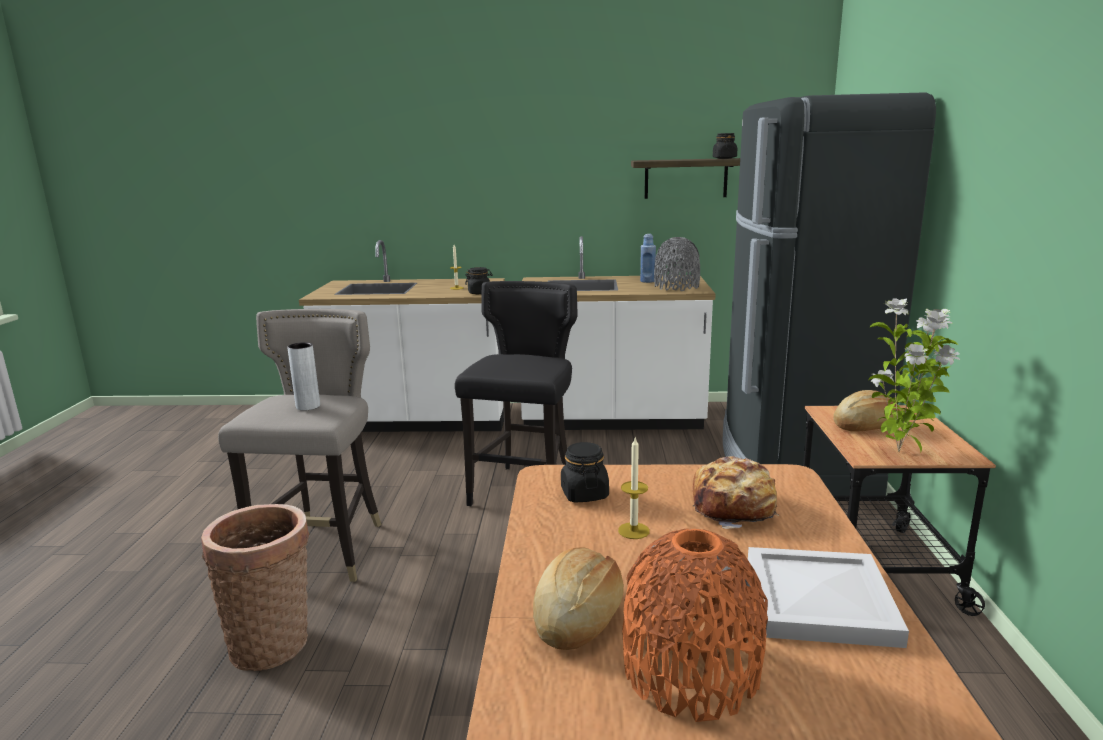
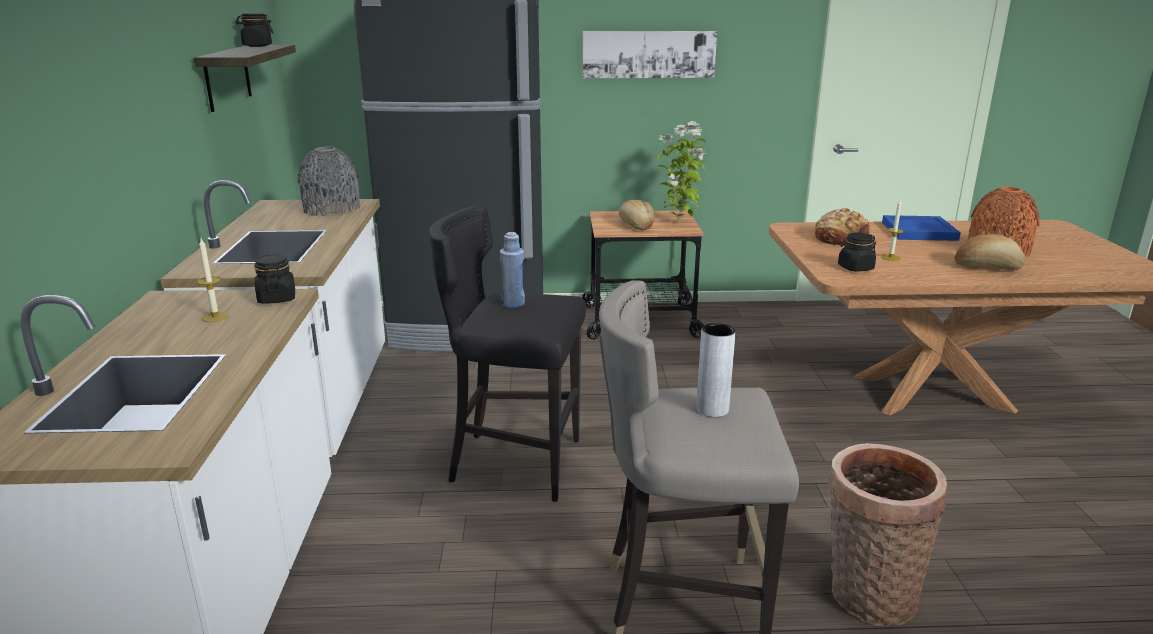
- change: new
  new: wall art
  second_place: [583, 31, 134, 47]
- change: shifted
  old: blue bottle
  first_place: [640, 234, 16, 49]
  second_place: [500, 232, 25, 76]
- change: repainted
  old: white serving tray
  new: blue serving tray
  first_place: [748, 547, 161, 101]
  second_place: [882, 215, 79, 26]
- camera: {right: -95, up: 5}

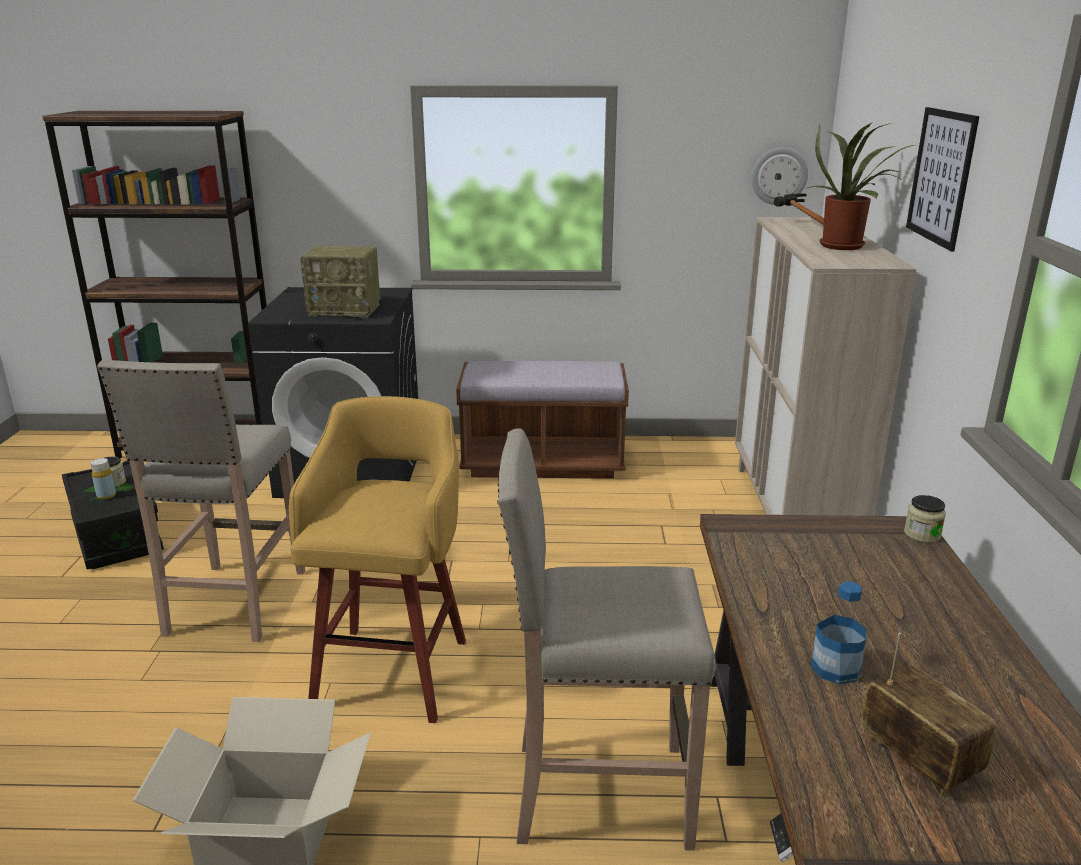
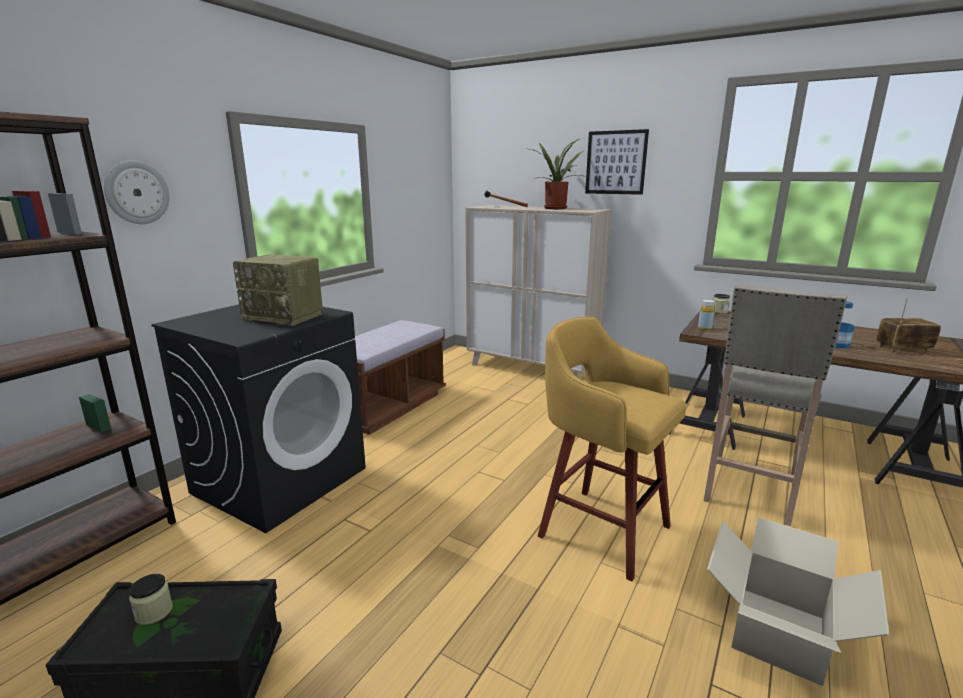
- change: gone
  old: sand-coloured stool
  first_place: [97, 360, 208, 282]
- change: shifted
  old: yellow bottle
  first_place: [90, 458, 26, 42]
  second_place: [698, 299, 17, 31]
- change: shifted
  old: clock on the wall
  first_place: [752, 147, 56, 58]
  second_place: [104, 161, 66, 63]
- change: rotated
  old: radio
  first_place: [300, 245, 80, 73]
  second_place: [233, 254, 90, 72]
  degrees: 75
- camera: {right: -60, up: -5}

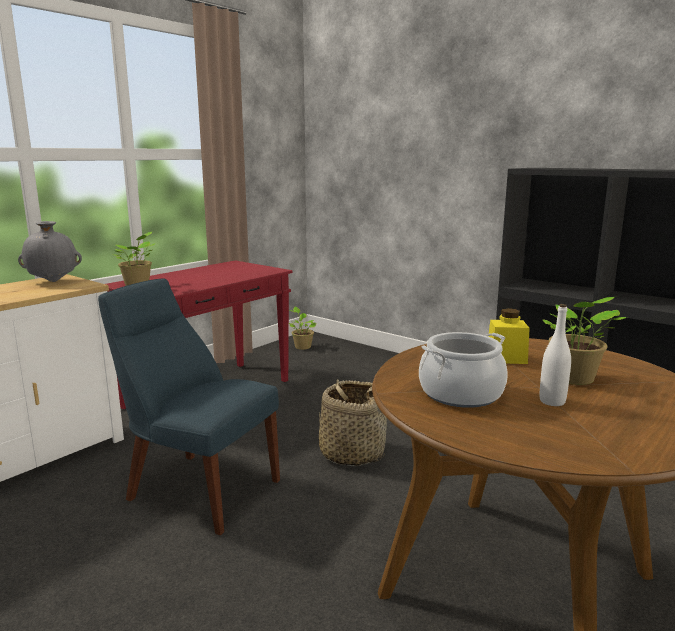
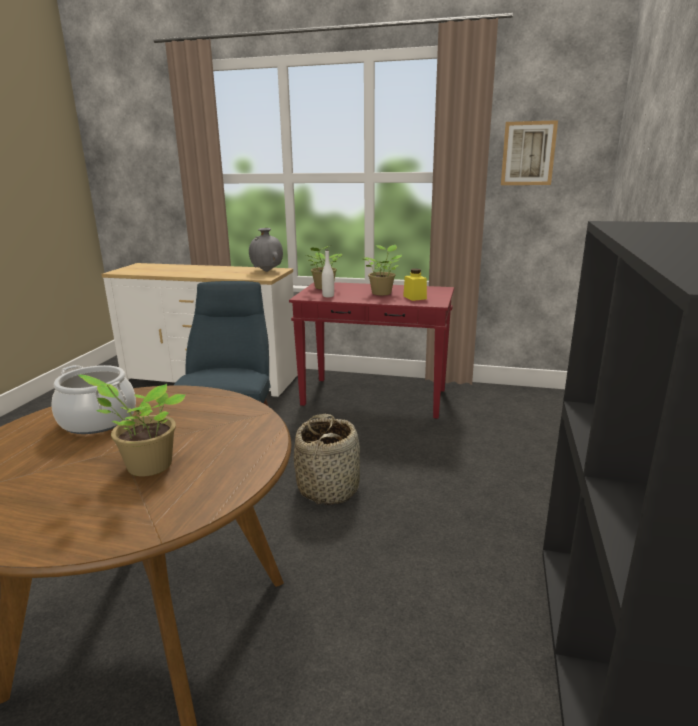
- change: new
  new: wall art
  second_place: [501, 120, 57, 65]
- change: shifted
  old: plant in a pot
  first_place: [289, 307, 27, 43]
  second_place: [363, 245, 39, 50]
- change: shifted
  old: yellow jar
  first_place: [488, 308, 42, 56]
  second_place: [403, 269, 24, 32]
- change: shifted
  old: white bottle
  first_place: [540, 304, 31, 102]
  second_place: [322, 249, 12, 48]
- camera: {right: 65, up: 5}

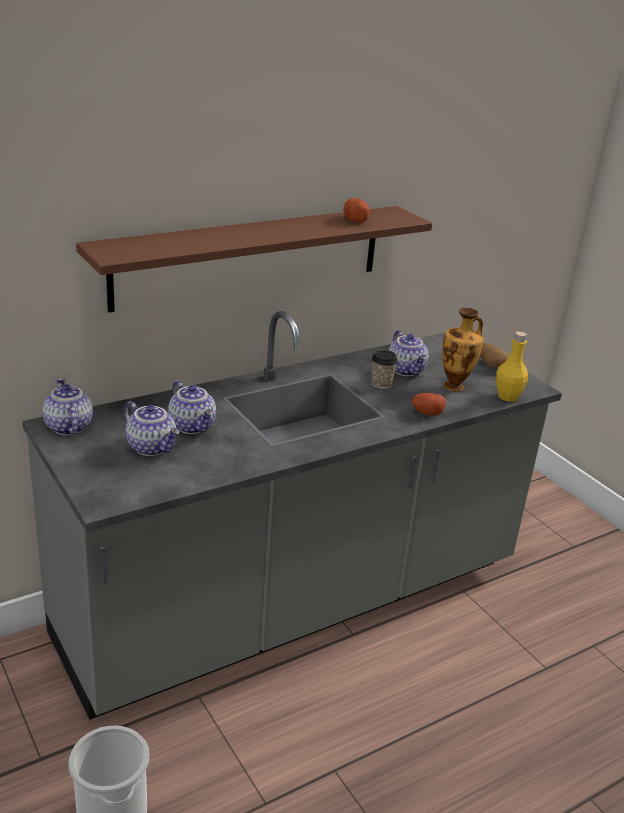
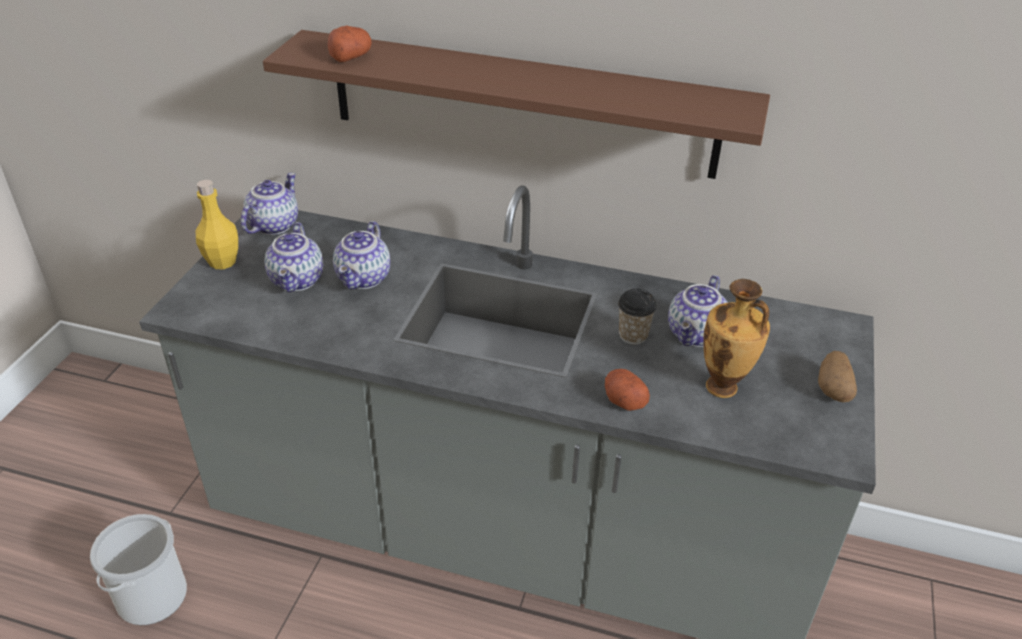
- change: shifted
  old: spud
  first_place: [343, 198, 27, 25]
  second_place: [328, 26, 44, 36]
- change: shifted
  old: yellow bottle
  first_place: [496, 331, 32, 71]
  second_place: [195, 180, 43, 89]
- camera: {right: 50, up: 10}

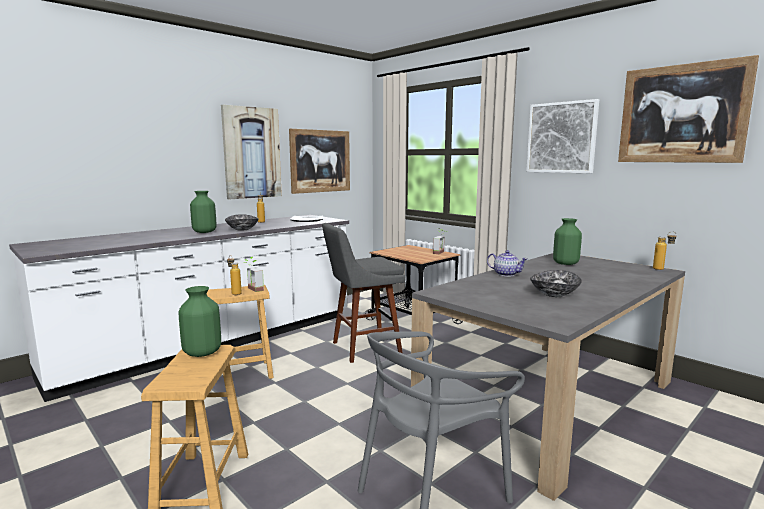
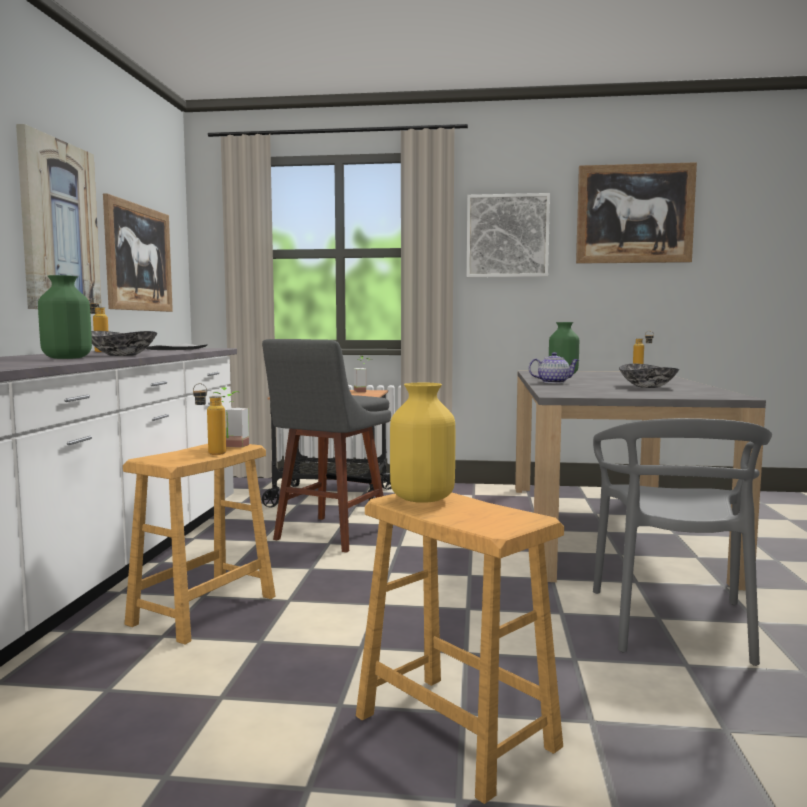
- change: repainted
  old: greenish vase
  new: yellow vase
  first_place: [179, 286, 42, 71]
  second_place: [390, 383, 65, 120]
- camera: {right: -40, up: -5}

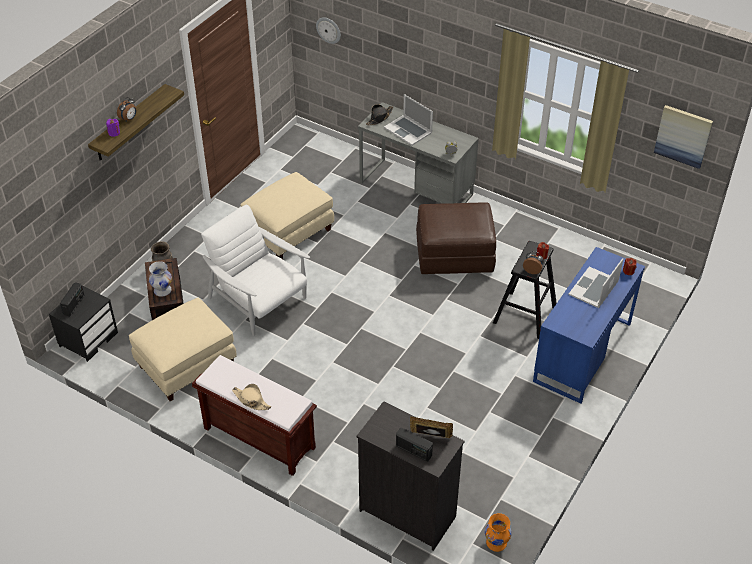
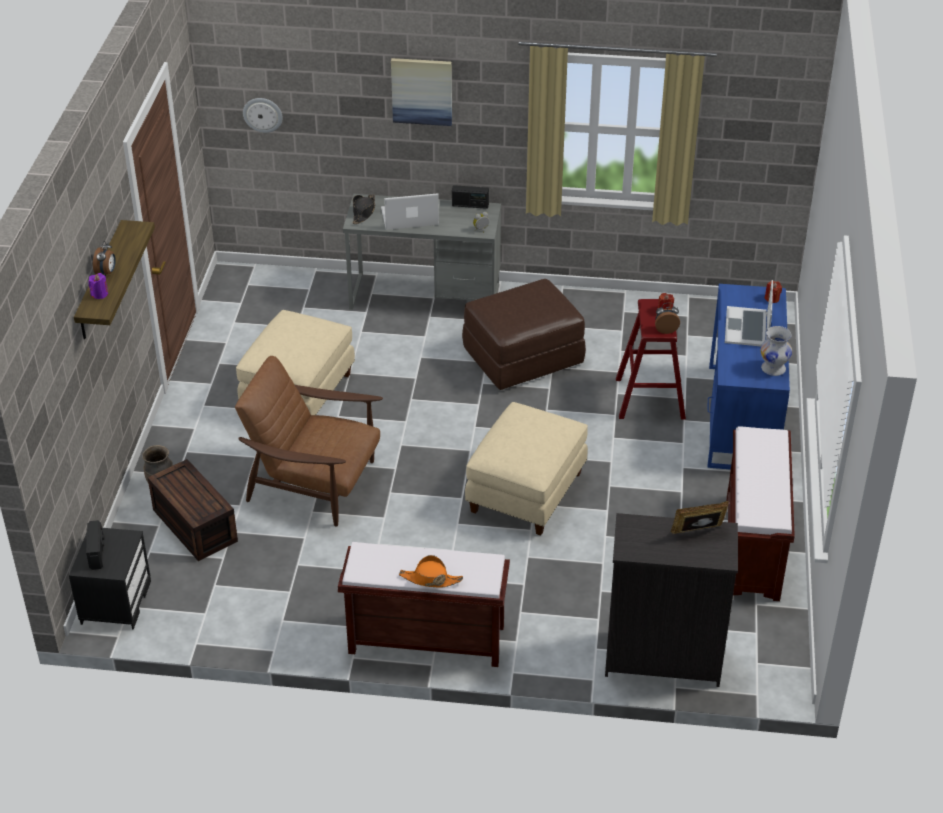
- change: gone
  old: orange-coloured vase
  first_place: [485, 513, 27, 39]
- change: new
  new: brownish long seat
  second_place: [727, 426, 68, 175]
- change: shifted
  old: sand-coloured footrest
  first_place: [129, 298, 108, 103]
  second_place: [465, 402, 123, 134]
- change: shifted
  old: white vase
  first_place: [149, 261, 23, 36]
  second_place: [760, 326, 32, 50]
- change: shifted
  old: radio
  first_place: [396, 428, 37, 33]
  second_place: [452, 185, 37, 24]
- change: shifted
  old: wall art
  first_place: [654, 105, 59, 64]
  second_place: [391, 58, 61, 68]
- change: repainted
  old: white easy chair
  new: brownish easy chair
  first_place: [201, 205, 109, 131]
  second_place: [235, 356, 148, 170]
- change: repainted
  old: sand-coloured clothing hat
  new: orange-coloured clothing hat
  first_place: [232, 384, 39, 26]
  second_place: [399, 555, 64, 33]
- change: repainted
  old: black-coloured stool
  new: reddish stool
  first_place: [493, 241, 64, 98]
  second_place: [616, 299, 70, 121]
- change: rotated
  old: notebook computer
  first_place: [384, 94, 49, 51]
  second_place: [381, 193, 58, 37]
  degrees: 150
- camera: {right: -25, up: -5}

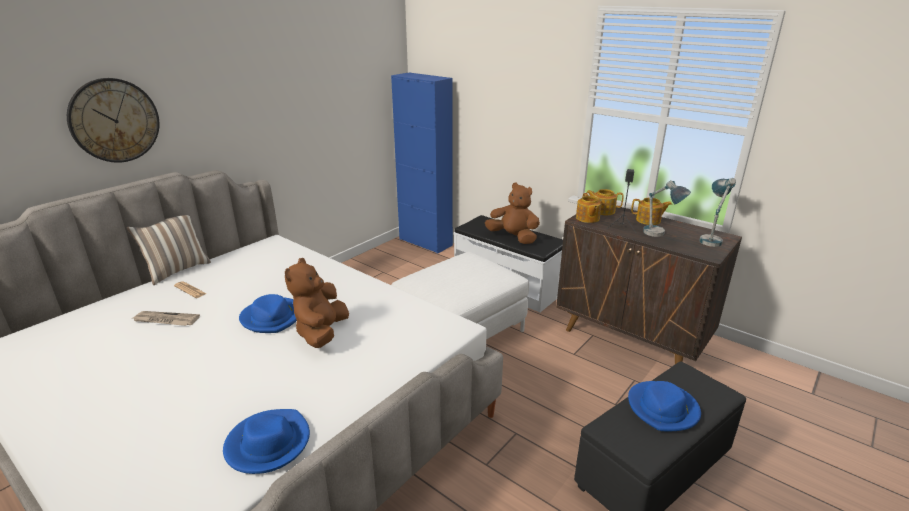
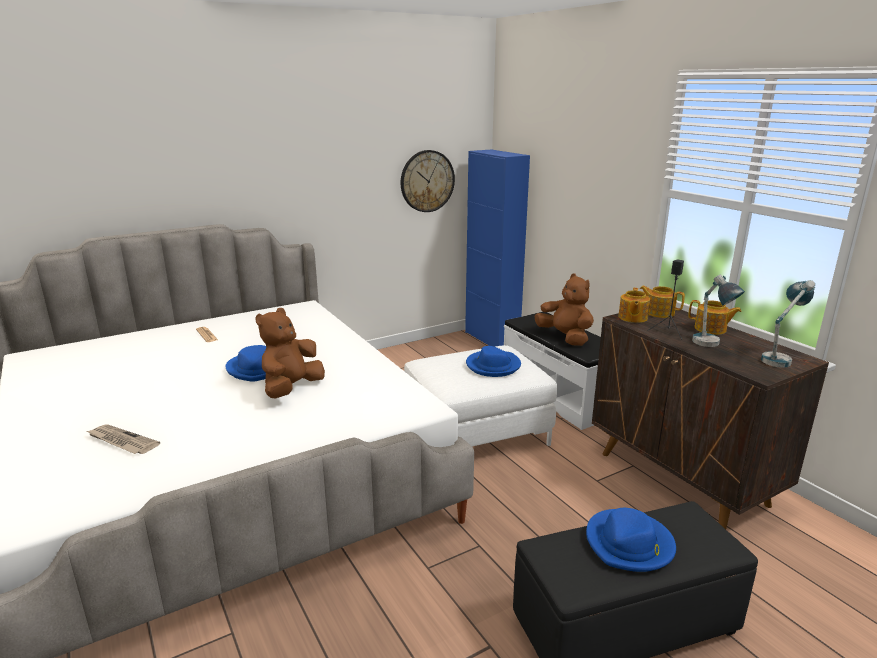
- change: gone
  old: cushion
  first_place: [126, 215, 85, 70]
- change: shifted
  old: clock on the wall
  first_place: [67, 78, 92, 85]
  second_place: [401, 150, 54, 62]
- change: shifted
  old: printed paper
  first_place: [133, 311, 67, 15]
  second_place: [87, 424, 73, 30]
- change: shifted
  old: blue clothing hat
  first_place: [223, 409, 87, 65]
  second_place: [466, 346, 55, 31]
- camera: {right: 20, up: -5}

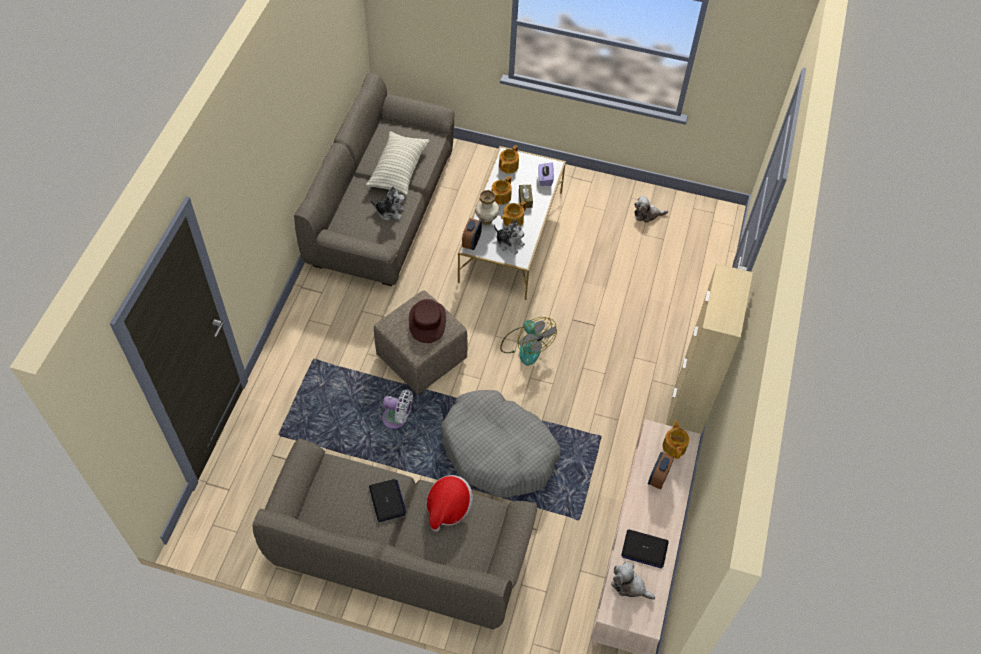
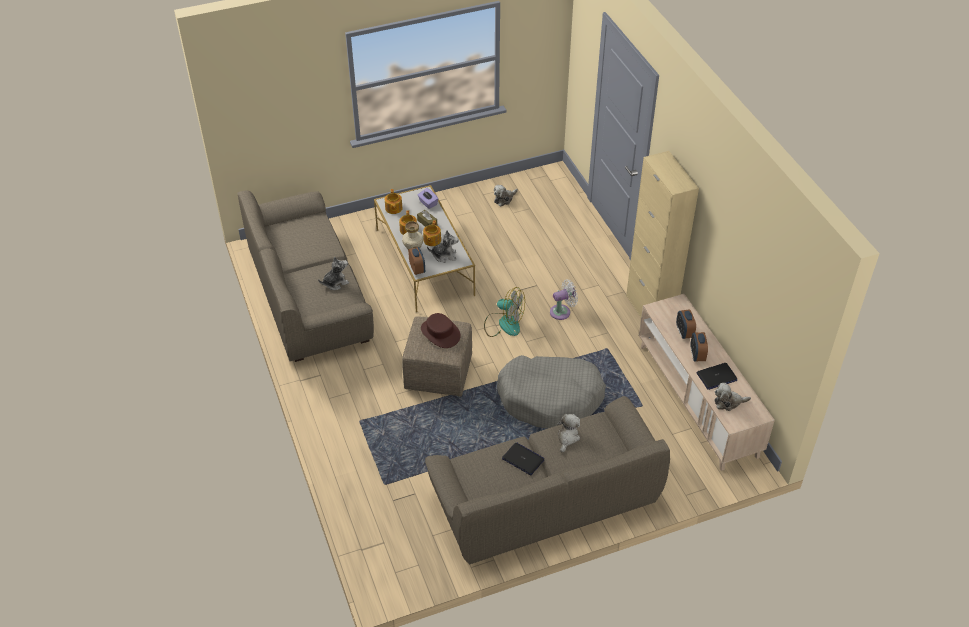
- change: gone
  old: cushion
  first_place: [366, 131, 63, 65]
- change: gone
  old: pot for tea
  first_place: [663, 420, 26, 39]
- change: new
  new: alarm clock
  second_place: [690, 332, 18, 29]
- change: shifted
  old: white cooling fan
  first_place: [382, 390, 31, 39]
  second_place: [550, 279, 28, 41]
- change: swapped
  old: clothing hat
  new: cuddly toy
  first_place: [426, 475, 47, 57]
  second_place: [557, 414, 23, 38]
- camera: {right: -35, up: -10}

